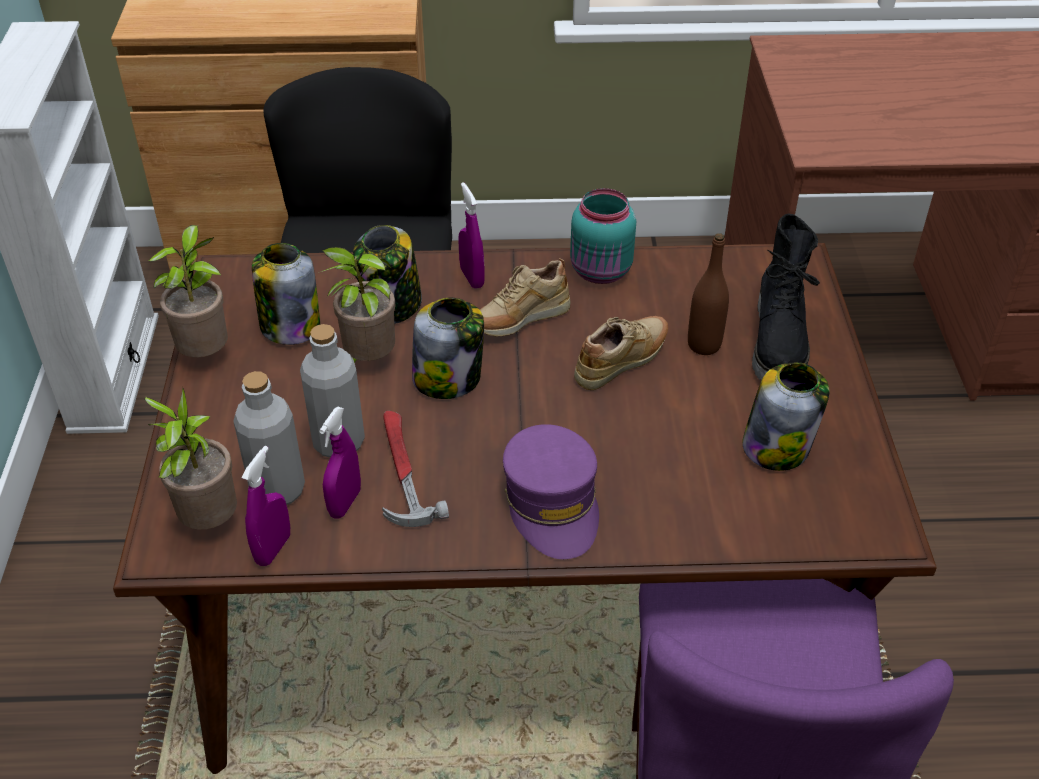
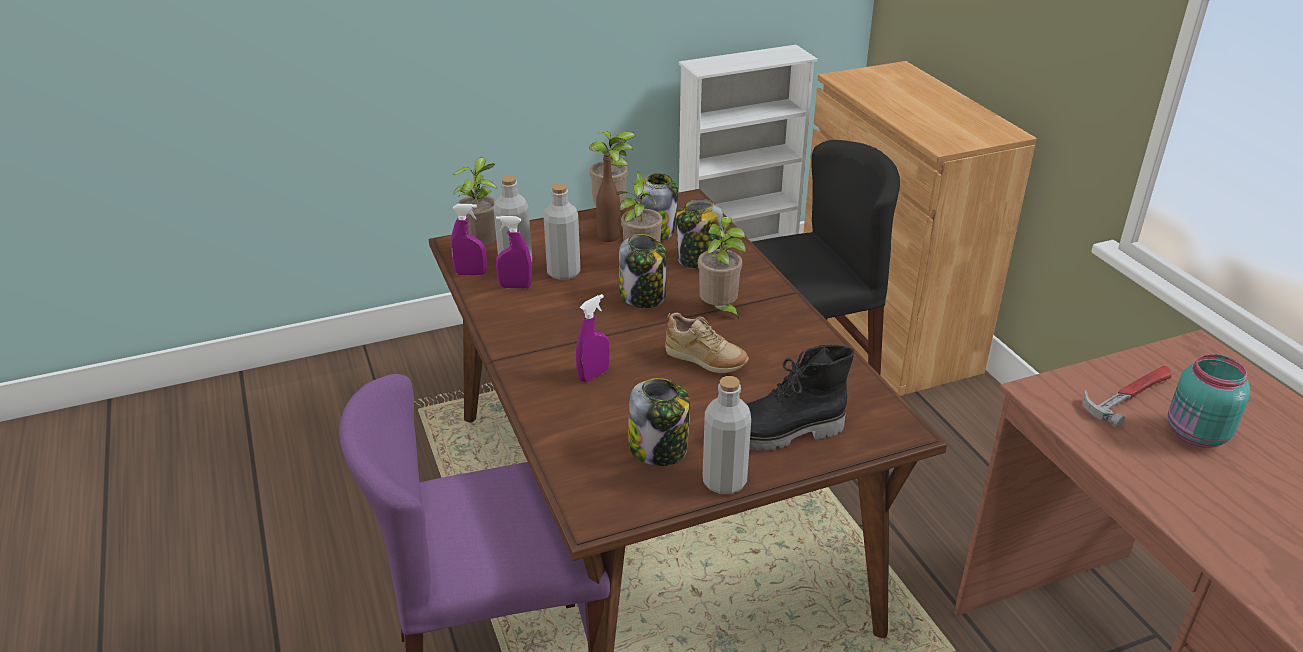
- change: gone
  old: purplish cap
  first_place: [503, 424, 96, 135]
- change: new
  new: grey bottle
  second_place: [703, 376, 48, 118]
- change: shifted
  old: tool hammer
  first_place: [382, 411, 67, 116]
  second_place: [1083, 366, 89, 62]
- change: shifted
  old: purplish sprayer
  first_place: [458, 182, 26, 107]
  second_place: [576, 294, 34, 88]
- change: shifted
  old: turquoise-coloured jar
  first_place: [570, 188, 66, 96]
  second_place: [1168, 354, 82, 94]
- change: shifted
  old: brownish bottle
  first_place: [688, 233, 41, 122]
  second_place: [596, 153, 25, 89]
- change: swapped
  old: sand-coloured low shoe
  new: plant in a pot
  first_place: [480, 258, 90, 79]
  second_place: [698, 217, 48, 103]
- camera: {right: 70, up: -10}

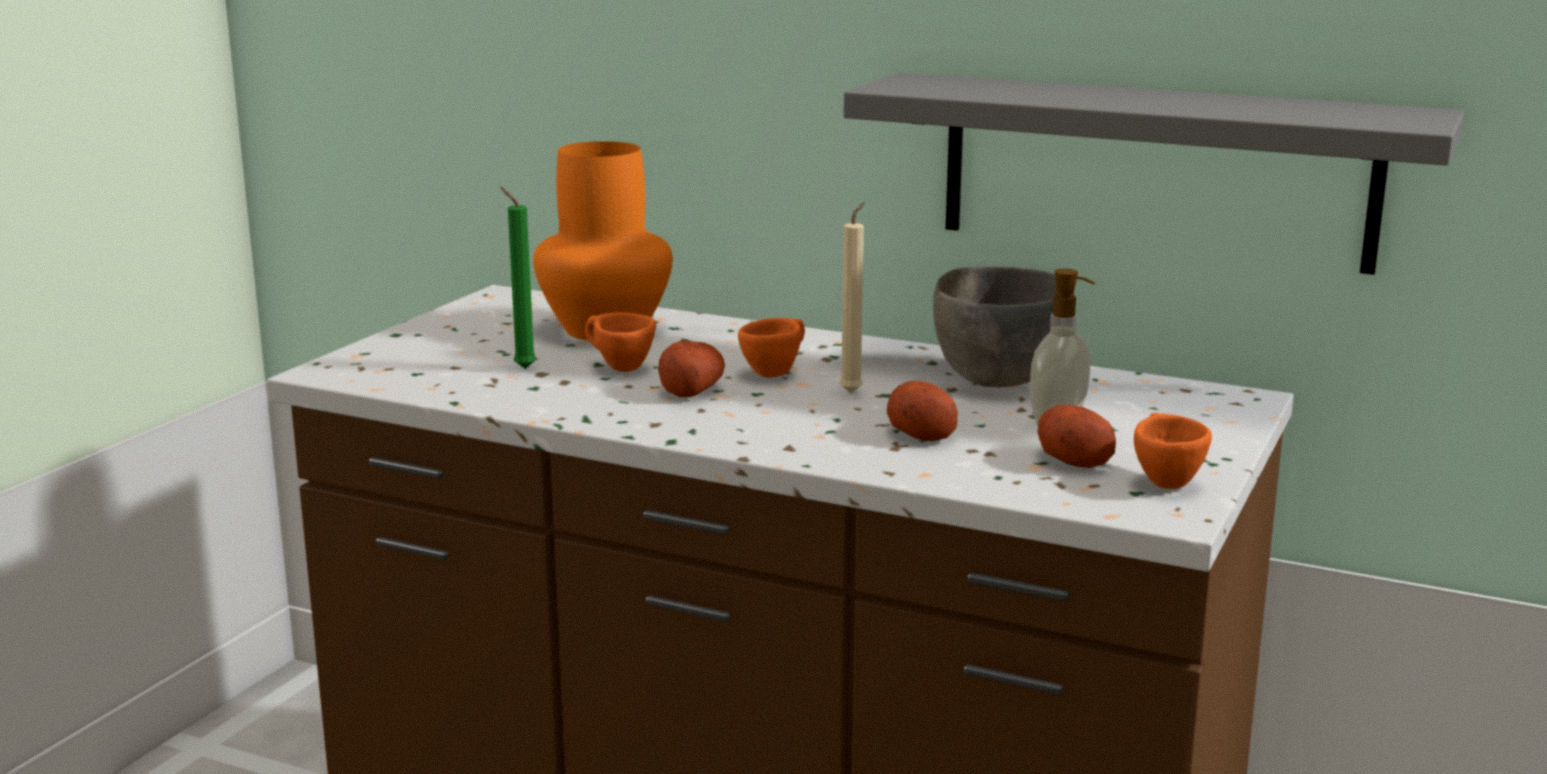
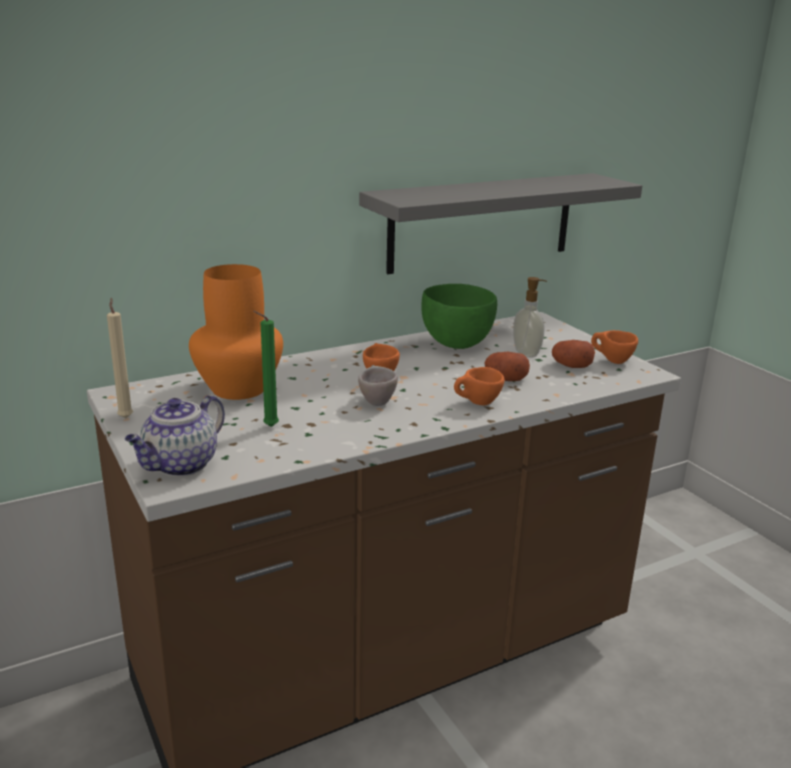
- change: new
  new: pot for tea
  second_place: [125, 395, 100, 81]
- change: shifted
  old: orange-coloured small cup
  first_place: [585, 313, 71, 59]
  second_place: [454, 367, 50, 38]
- change: shifted
  old: sand-coloured wax candle
  first_place: [839, 202, 26, 191]
  second_place: [107, 298, 26, 120]
- change: swapped
  old: spud
  new: sand-coloured small cup
  first_place: [658, 340, 67, 57]
  second_place: [358, 365, 40, 41]
- change: repainted
  old: grey deep dish
  new: greenish deep dish
  first_place: [933, 266, 141, 121]
  second_place: [421, 284, 76, 65]
- camera: {right: -55, up: 5}

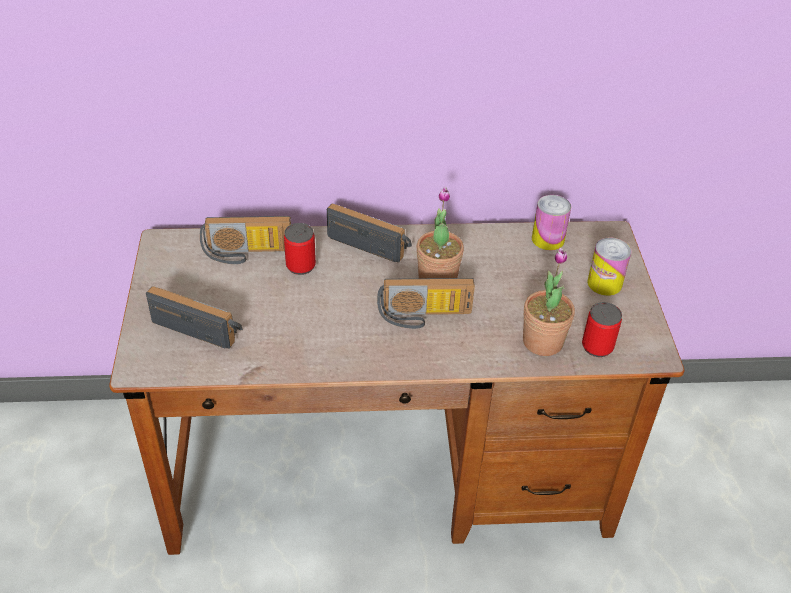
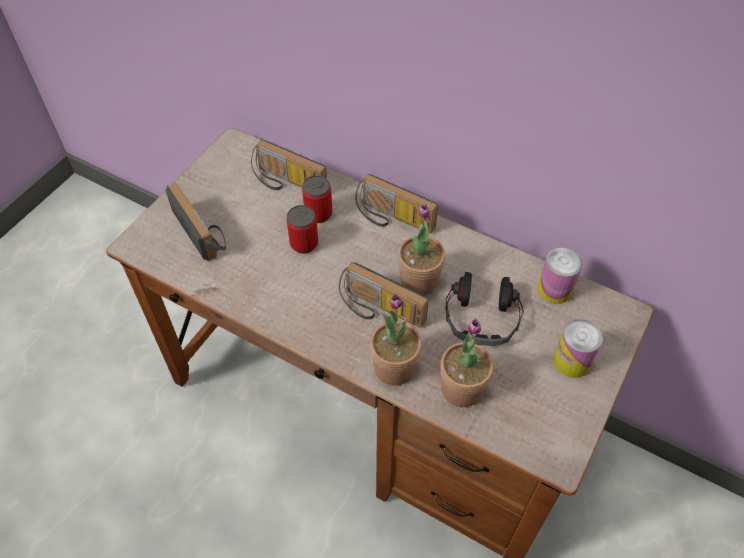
- change: new
  new: plant in a pot
  second_place: [370, 294, 52, 91]
- change: new
  new: headphones
  second_place: [445, 272, 79, 74]
- change: shifted
  old: can
  first_place: [582, 302, 40, 55]
  second_place: [286, 205, 32, 49]
- change: rotated
  old: radio
  first_place: [327, 204, 85, 59]
  second_place: [355, 174, 83, 59]
  degrees: 150
- camera: {right: 35, up: 10}

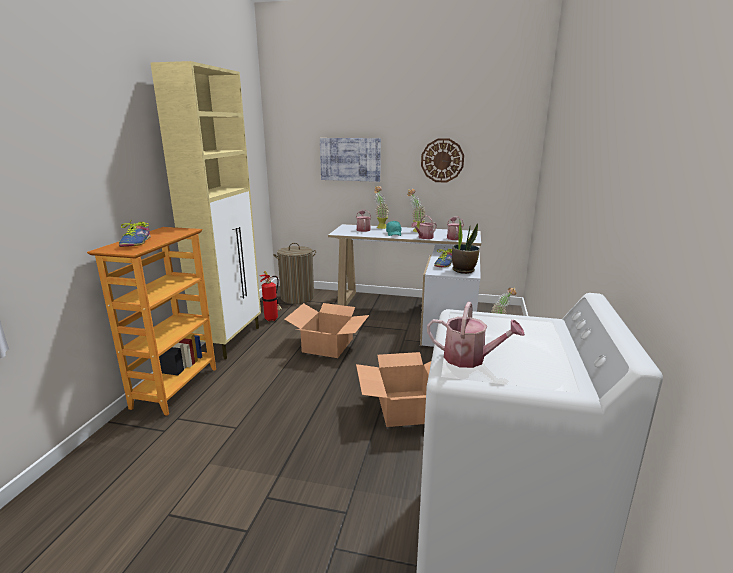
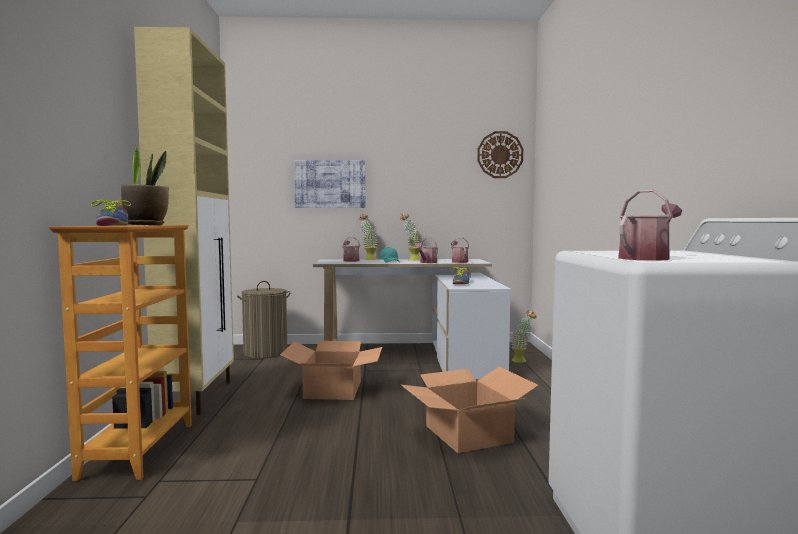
- change: gone
  old: fire-fighting cylinder
  first_place: [259, 271, 23, 50]
- change: shifted
  old: clock on the wall
  first_place: [421, 138, 43, 45]
  second_place: [477, 131, 46, 47]
- change: shifted
  old: plant in a pot
  first_place: [452, 220, 28, 54]
  second_place: [121, 145, 48, 80]
- change: rotated
  old: watering pot
  first_place: [427, 302, 98, 66]
  second_place: [618, 190, 64, 71]
  degrees: -45
- camera: {right: -15, up: -15}

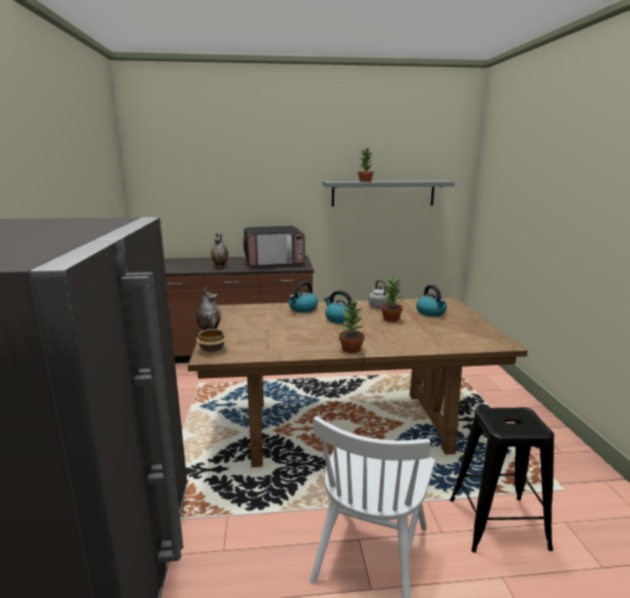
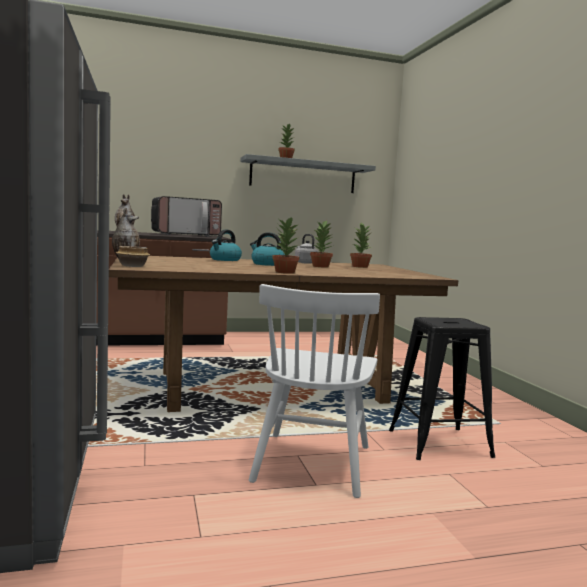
- change: swapped
  old: tea kettle
  new: plant in a pot
  first_place: [416, 285, 31, 31]
  second_place: [350, 222, 22, 46]
- camera: {right: -10, up: -10}

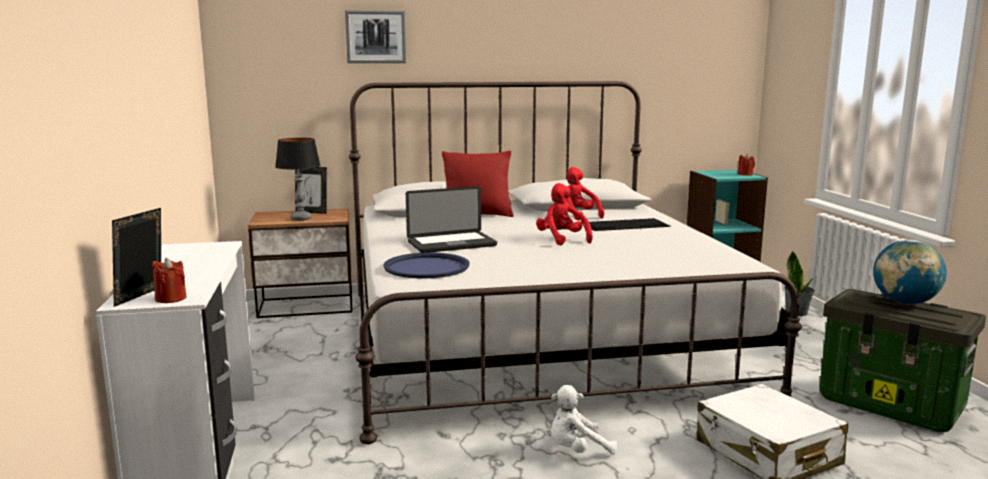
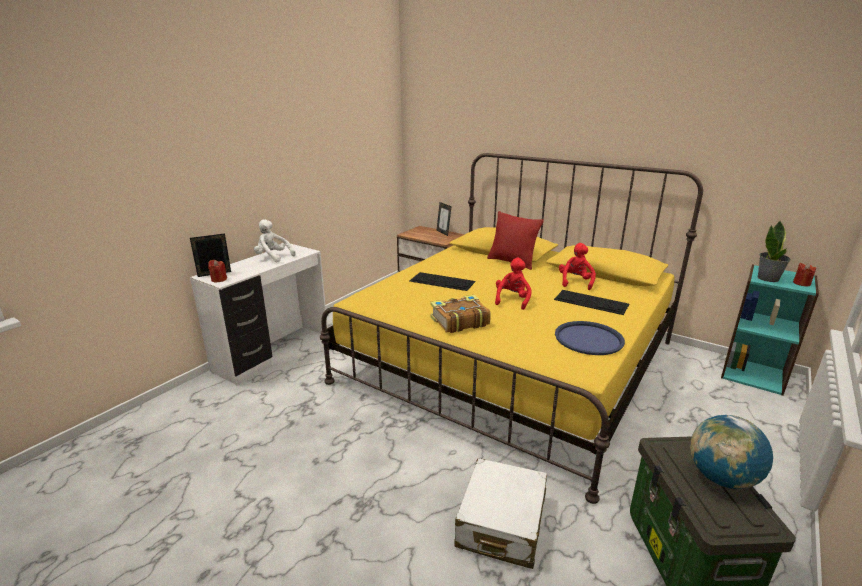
- change: gone
  old: table lamp
  first_place: [275, 138, 46, 82]
- change: gone
  old: wall art
  first_place: [345, 10, 61, 53]
- change: new
  new: book
  second_place: [430, 295, 61, 38]
- change: shifted
  old: blue serving tray
  first_place: [383, 252, 87, 27]
  second_place: [555, 321, 70, 34]
- change: shifted
  old: white cuddly toy
  first_place: [551, 385, 67, 70]
  second_place: [254, 219, 41, 44]
- change: shifted
  old: plant in a pot
  first_place: [784, 251, 31, 65]
  second_place: [757, 221, 34, 61]
- change: swapped
  old: notebook computer
  new: computer keyboard
  first_place: [406, 186, 91, 67]
  second_place: [410, 272, 66, 19]
- change: repainted
  old: white bed
  new: yellow bed
  first_place: [349, 81, 453, 363]
  second_place: [320, 153, 383, 351]
- camera: {right: 45, up: 10}

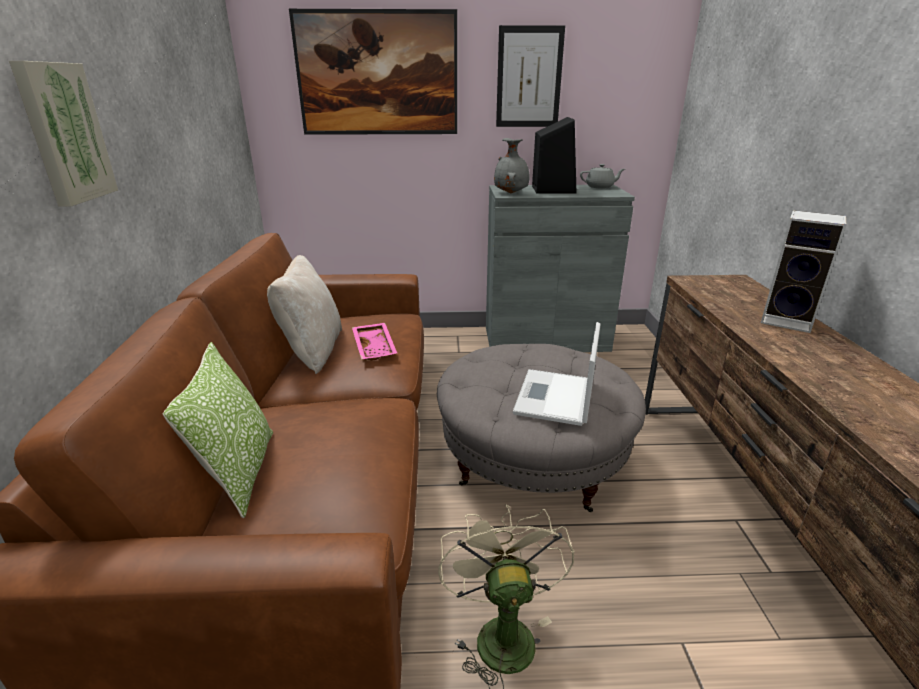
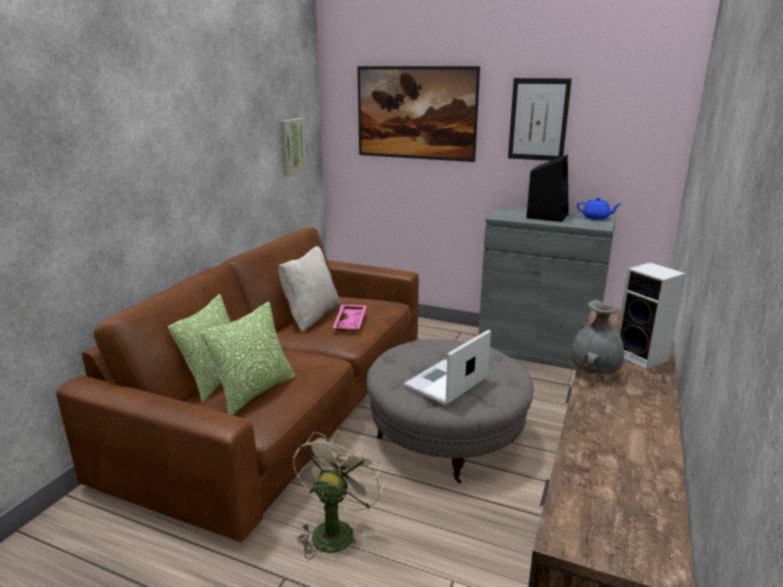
- change: new
  new: cushion
  second_place: [199, 302, 96, 113]
- change: shifted
  old: wall art
  first_place: [9, 61, 109, 146]
  second_place: [280, 118, 27, 59]
- change: shifted
  old: grey vase
  first_place: [494, 138, 36, 55]
  second_place: [571, 300, 53, 74]
- change: repainted
  old: grey pot for tea
  new: blue pot for tea
  first_place: [580, 164, 45, 24]
  second_place: [577, 197, 44, 23]
- camera: {right: 25, up: -5}

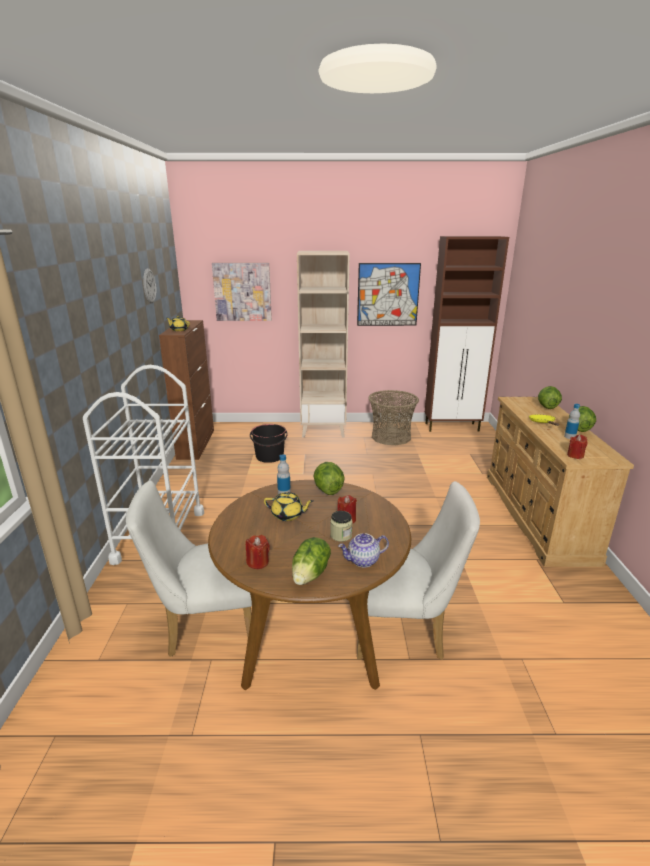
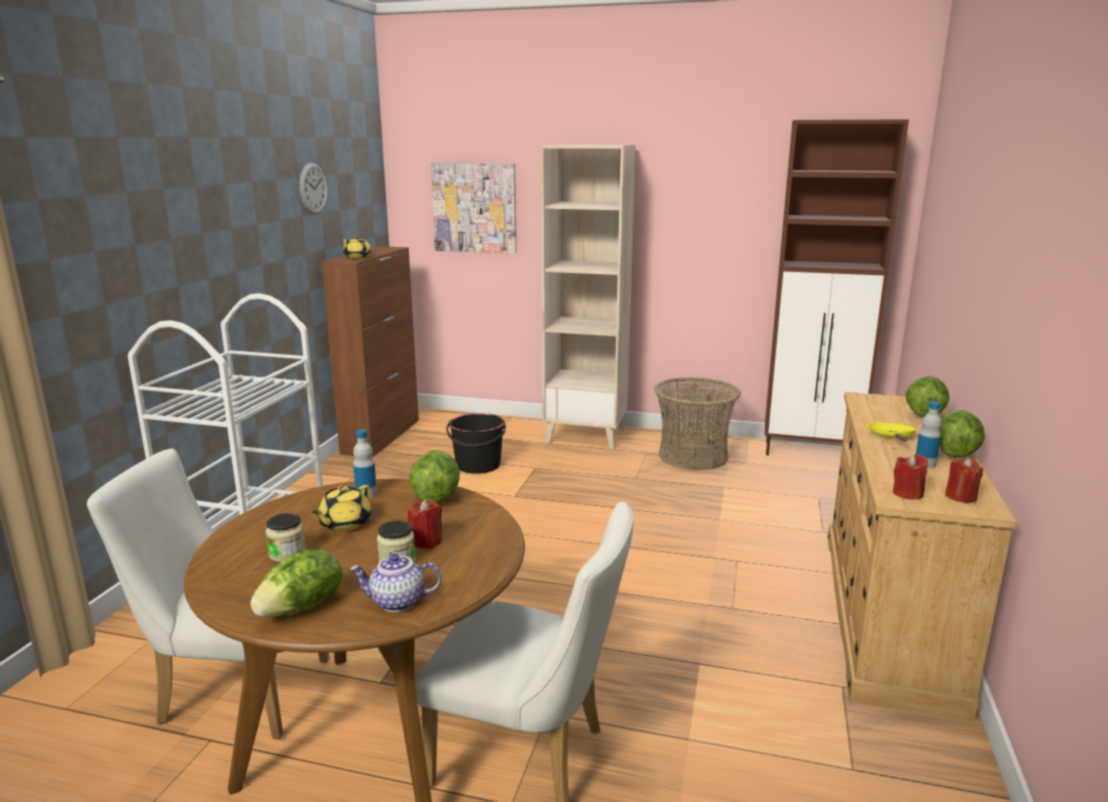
- change: gone
  old: wall art
  first_place: [357, 263, 64, 63]
- change: new
  new: jar
  second_place: [266, 513, 40, 49]
- change: shifted
  old: reddish wax candle
  first_place: [246, 535, 24, 34]
  second_place: [945, 458, 38, 45]
- change: rotated
  old: yellow pot for tea
  first_place: [264, 492, 49, 29]
  second_place: [312, 485, 59, 46]
  degrees: 90
- camera: {right: 15, up: -5}

